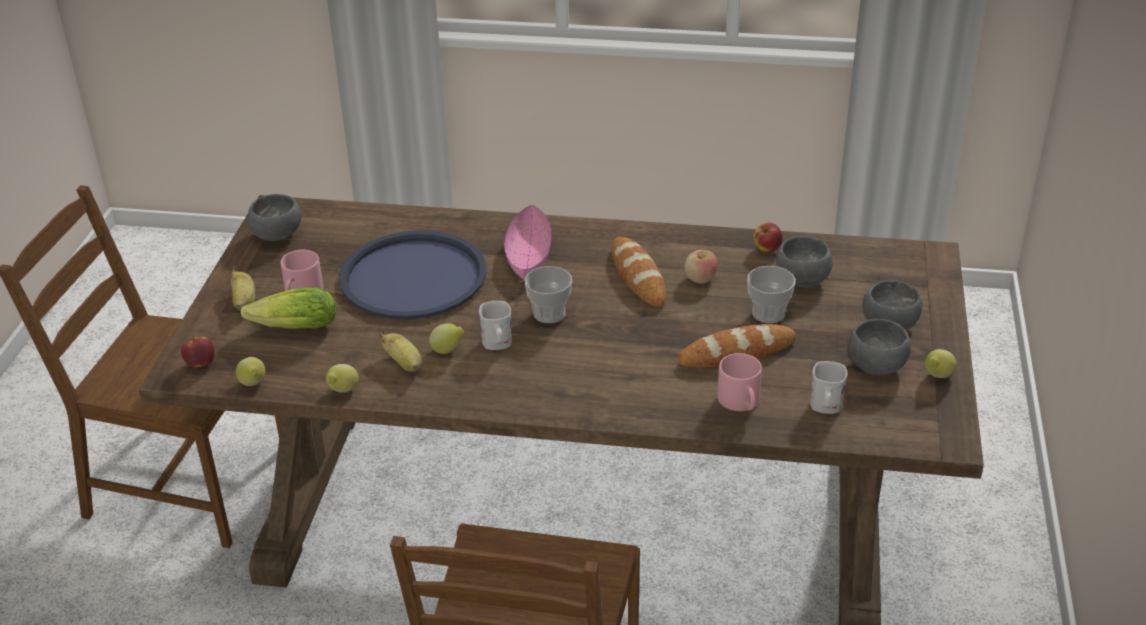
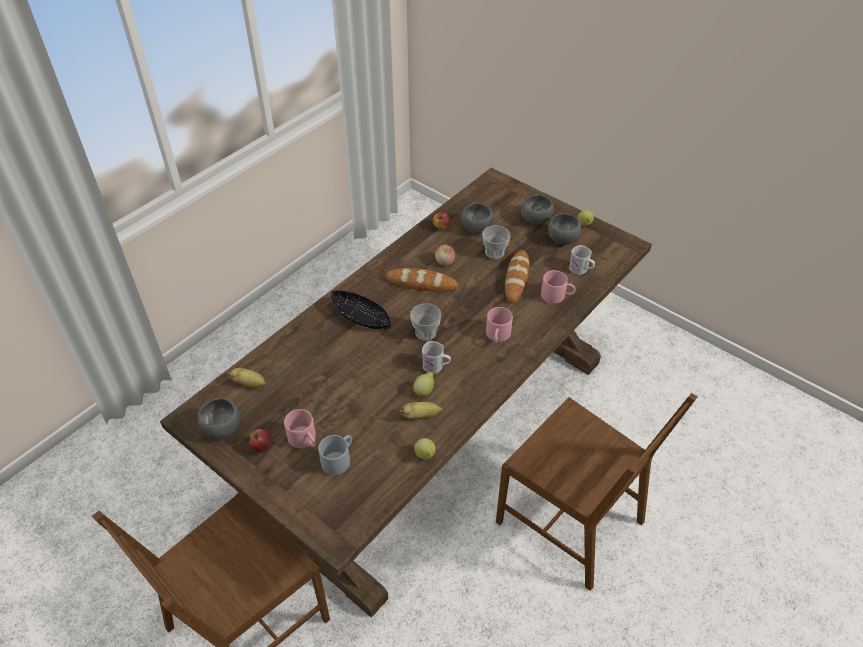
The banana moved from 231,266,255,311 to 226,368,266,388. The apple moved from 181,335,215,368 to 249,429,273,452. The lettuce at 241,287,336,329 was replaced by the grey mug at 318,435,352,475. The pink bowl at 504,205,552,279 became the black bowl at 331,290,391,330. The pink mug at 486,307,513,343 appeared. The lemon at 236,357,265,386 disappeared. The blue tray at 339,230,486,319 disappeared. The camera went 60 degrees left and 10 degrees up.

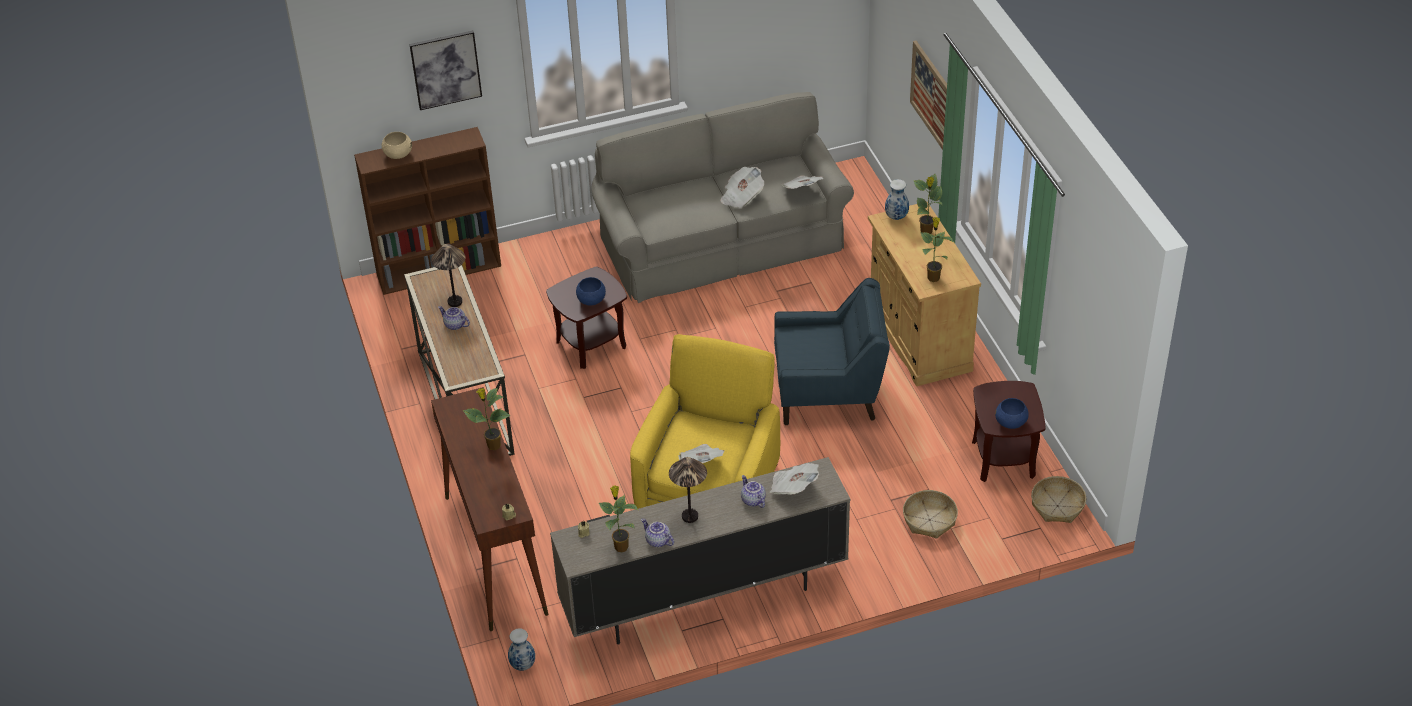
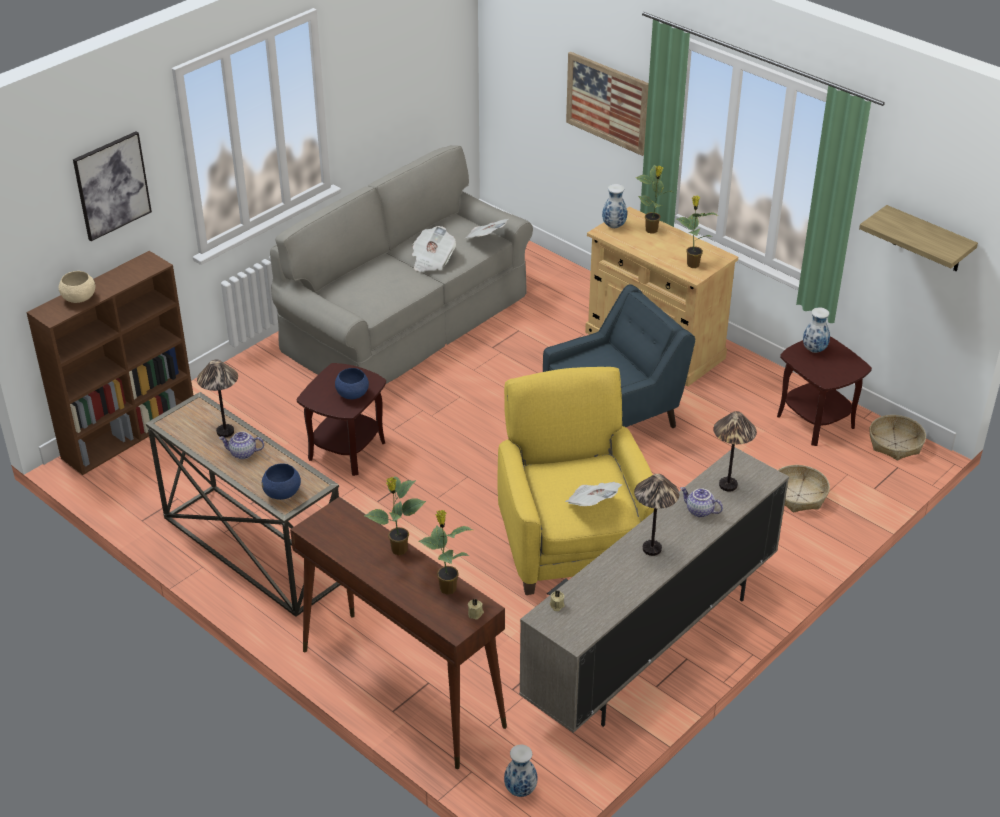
The blue bowl moved from 995,398,1029,429 to 262,464,301,500. The potted plant moved from 599,486,638,552 to 419,510,473,595. The newspaper at 770,463,819,495 was replaced by the table lamp at 713,411,757,492. The vase at 803,307,830,353 appeared. The shelf at 859,205,978,271 appeared. The teapot at 641,519,674,547 disappeared. The camera went 30 degrees left and 5 degrees down.

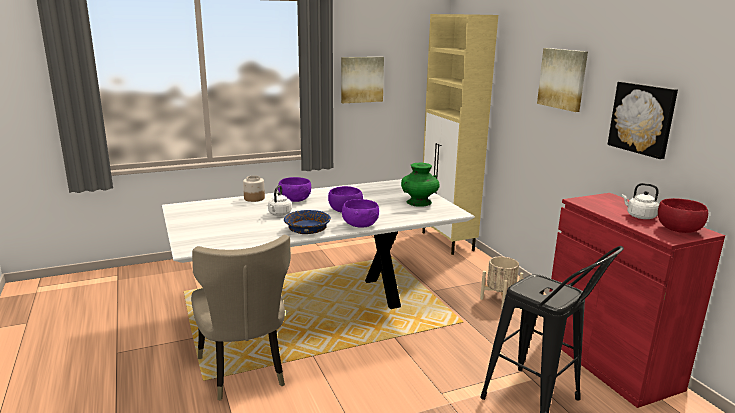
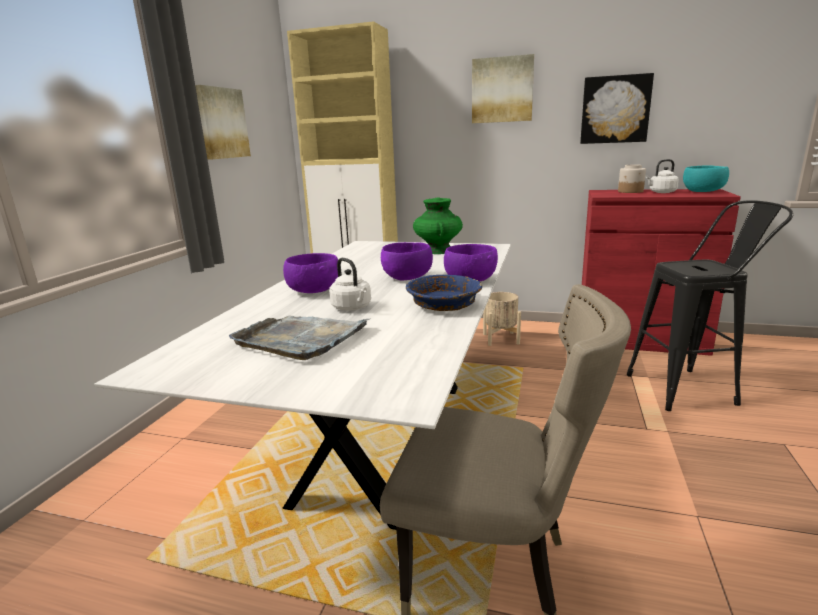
The grey tray at 229,315,372,360 appeared. The jar moved from 243,175,265,202 to 618,165,646,193. The red bowl at 658,198,708,233 became the turquoise bowl at 683,165,729,192. The camera went 50 degrees left and 0 degrees up.

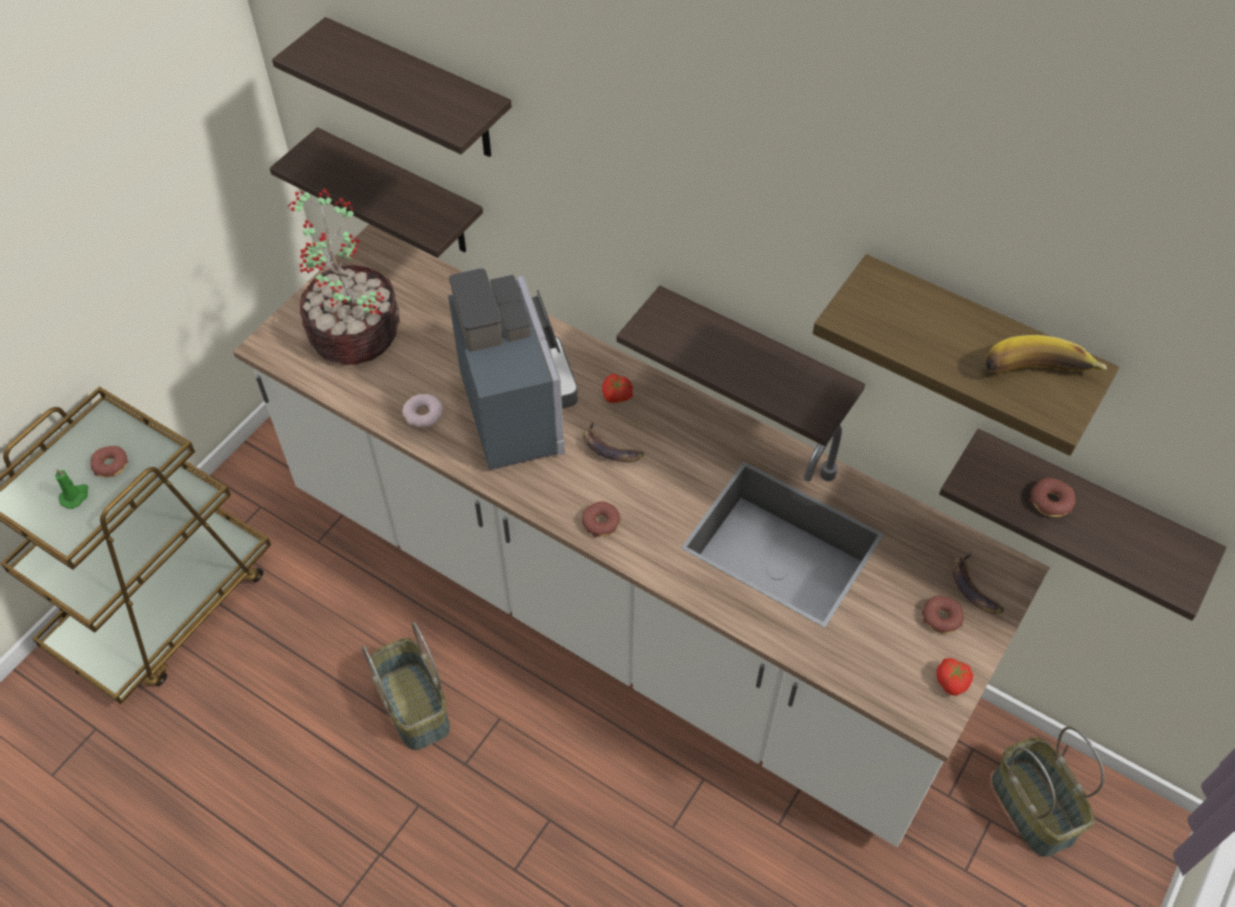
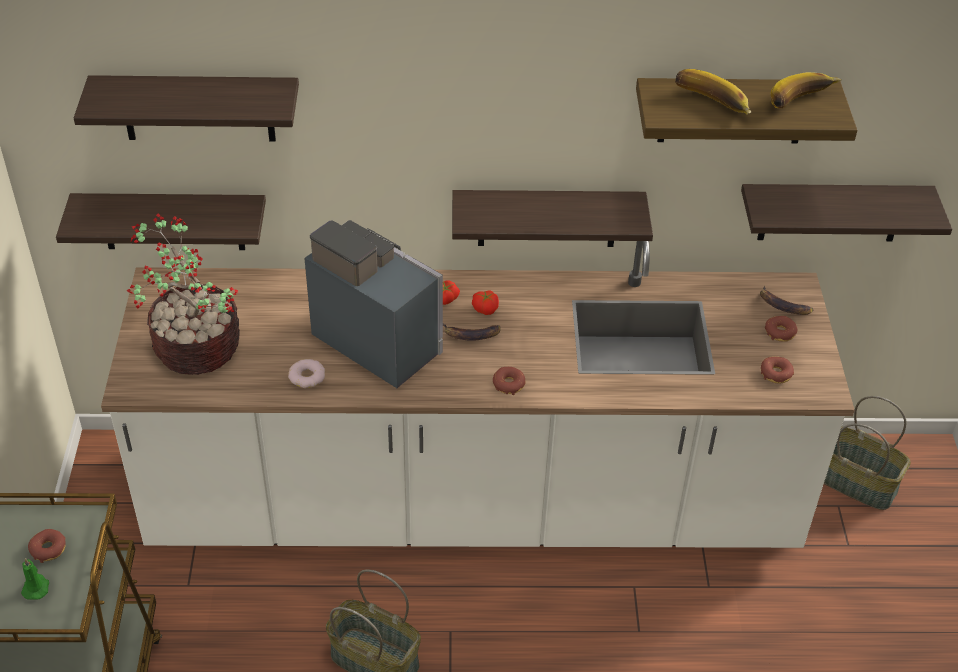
The tomato moved from 936,658,973,696 to 472,290,499,315. The banana at 675,69,751,114 appeared. The donut moved from 1030,478,1076,517 to 761,357,794,384. The camera went 35 degrees left and 10 degrees down.

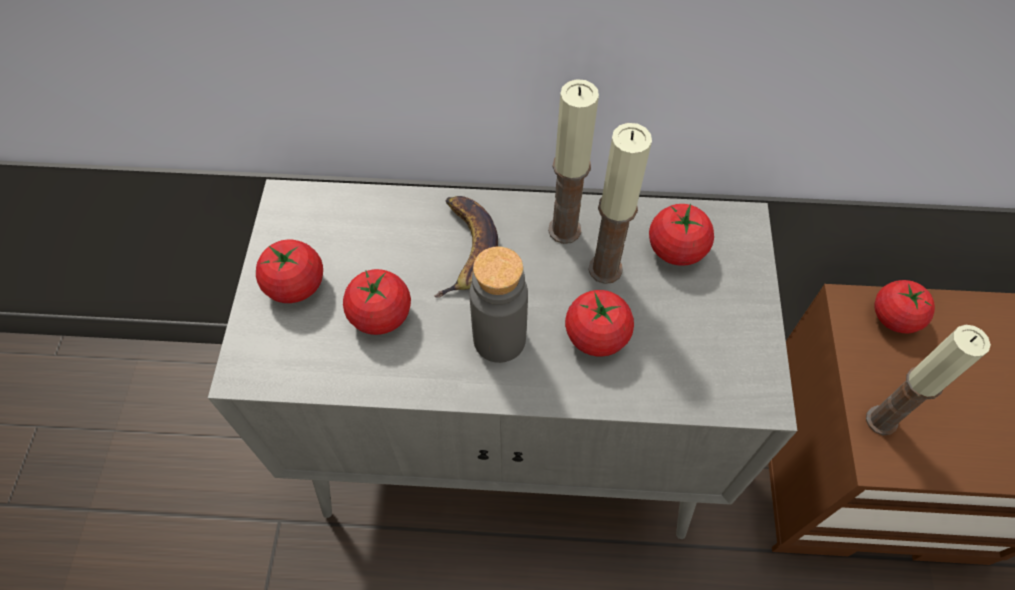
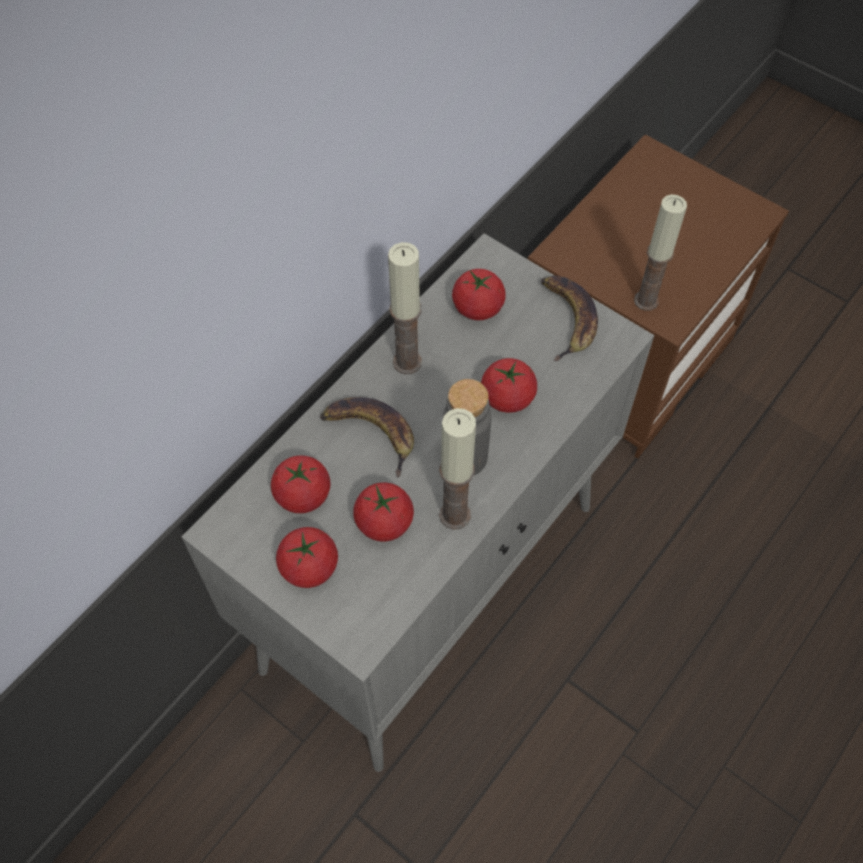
The tomato moved from 874,280,935,333 to 271,455,331,513. The candle moved from 588,123,652,284 to 439,408,476,530. The banana at 541,276,598,361 appeared. The camera went 55 degrees left and 0 degrees up.

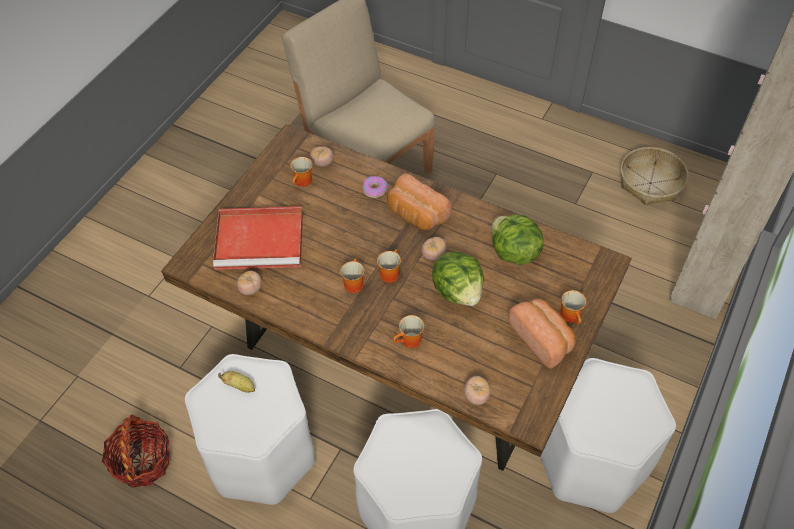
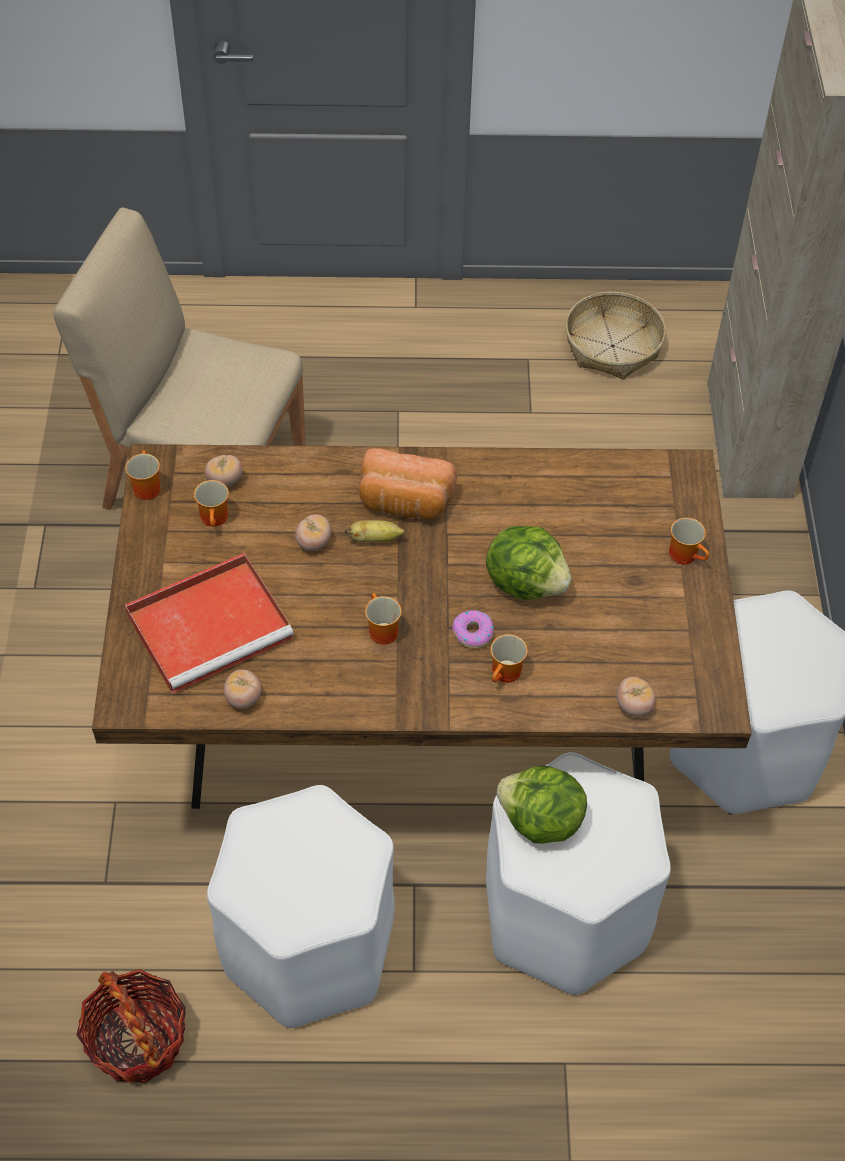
The mug moved from 377,249,401,283 to 125,450,161,500. The tomato moved from 421,237,446,260 to 295,514,331,551. The banana moved from 218,371,255,393 to 345,520,405,542. The donut moved from 363,176,387,198 to 452,610,494,648. The lettuce moved from 492,215,544,265 to 497,766,587,844. The bread at 508,299,576,368 disappeared. The camera went 30 degrees left and 0 degrees up.

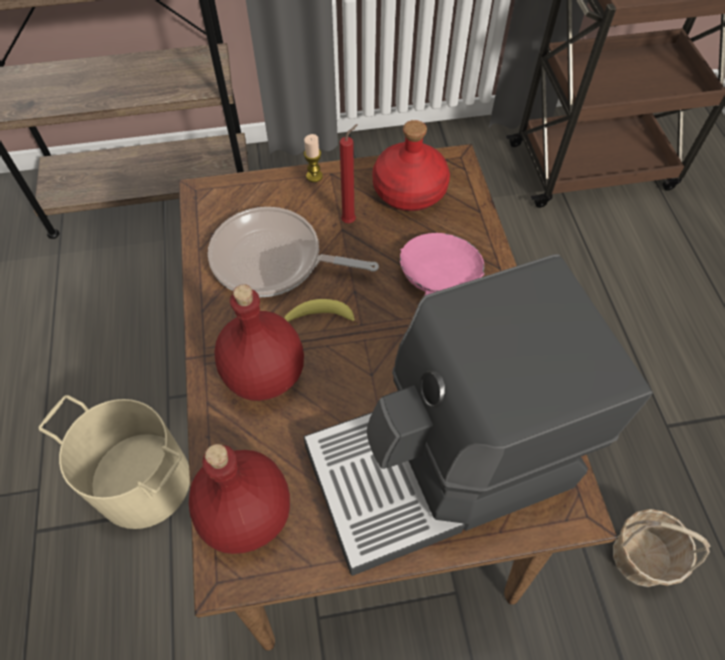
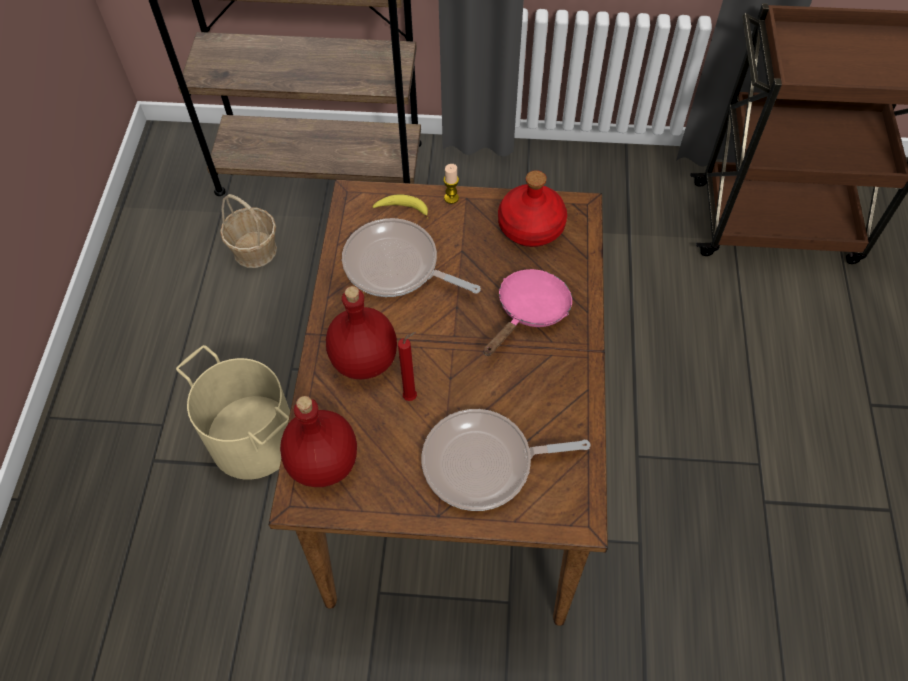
The basket moved from 613,509,710,587 to 220,194,277,268. The banana moved from 284,299,357,325 to 373,194,428,219. The red candle moved from 340,124,358,223 to 398,332,417,401. The coffee machine at 303,254,653,576 was replaced by the frying pan at 422,409,590,511. The camera went 15 degrees right and 0 degrees up.

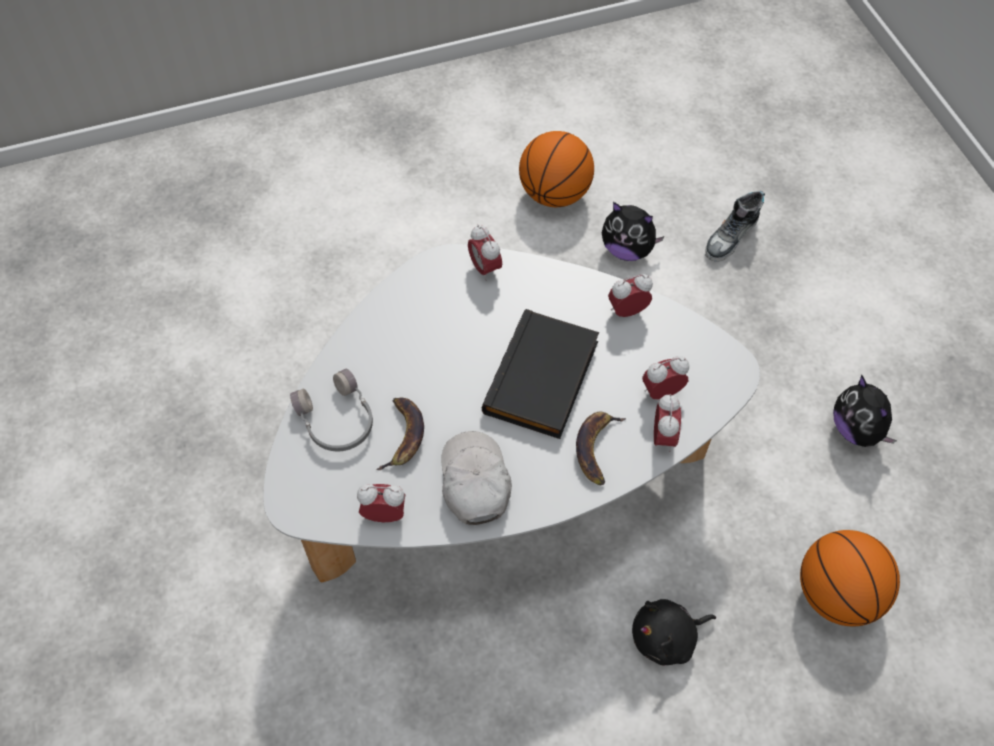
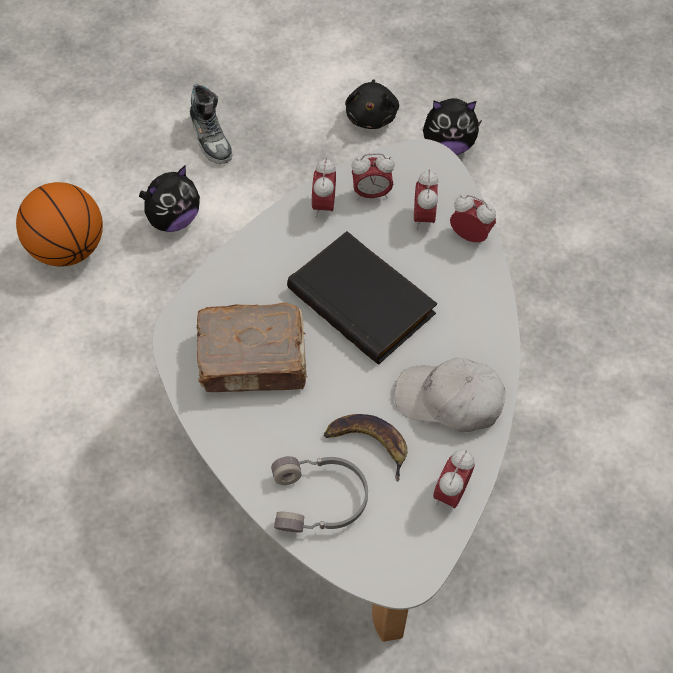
The brown book at 197,303,308,392 appeared. The black plush toy moved from 632,599,716,665 to 345,80,399,129. The alarm clock moved from 468,225,502,281 to 352,153,394,200. The banana at 576,412,626,485 disappeared. The basketball at 800,530,900,626 disappeared. The camera went 65 degrees left and 0 degrees up.

